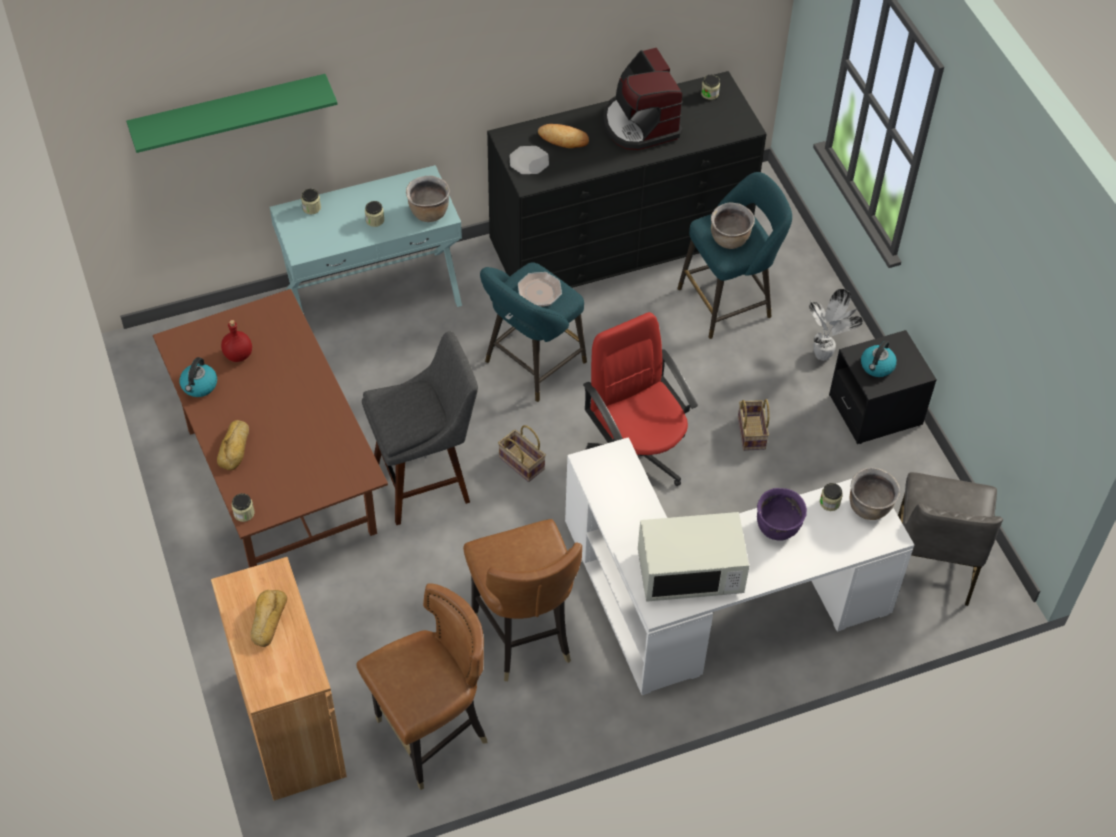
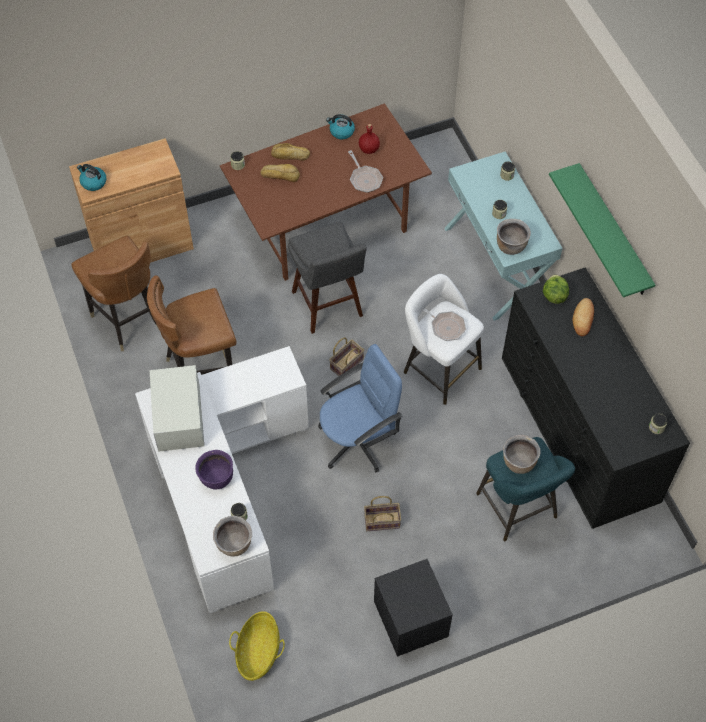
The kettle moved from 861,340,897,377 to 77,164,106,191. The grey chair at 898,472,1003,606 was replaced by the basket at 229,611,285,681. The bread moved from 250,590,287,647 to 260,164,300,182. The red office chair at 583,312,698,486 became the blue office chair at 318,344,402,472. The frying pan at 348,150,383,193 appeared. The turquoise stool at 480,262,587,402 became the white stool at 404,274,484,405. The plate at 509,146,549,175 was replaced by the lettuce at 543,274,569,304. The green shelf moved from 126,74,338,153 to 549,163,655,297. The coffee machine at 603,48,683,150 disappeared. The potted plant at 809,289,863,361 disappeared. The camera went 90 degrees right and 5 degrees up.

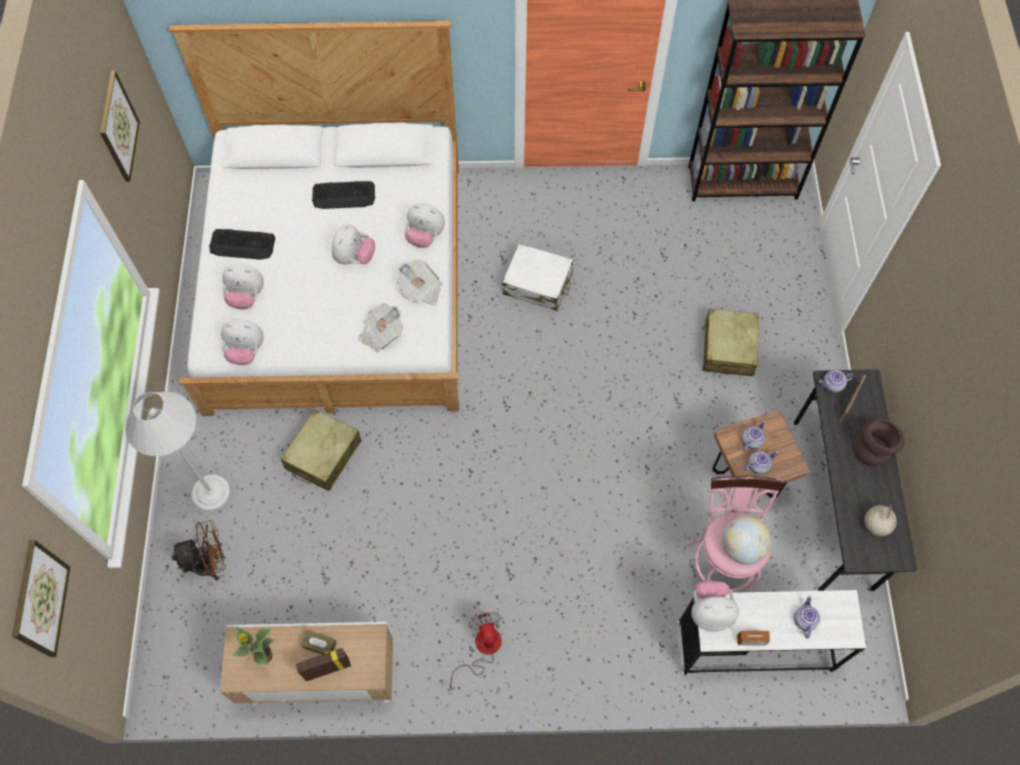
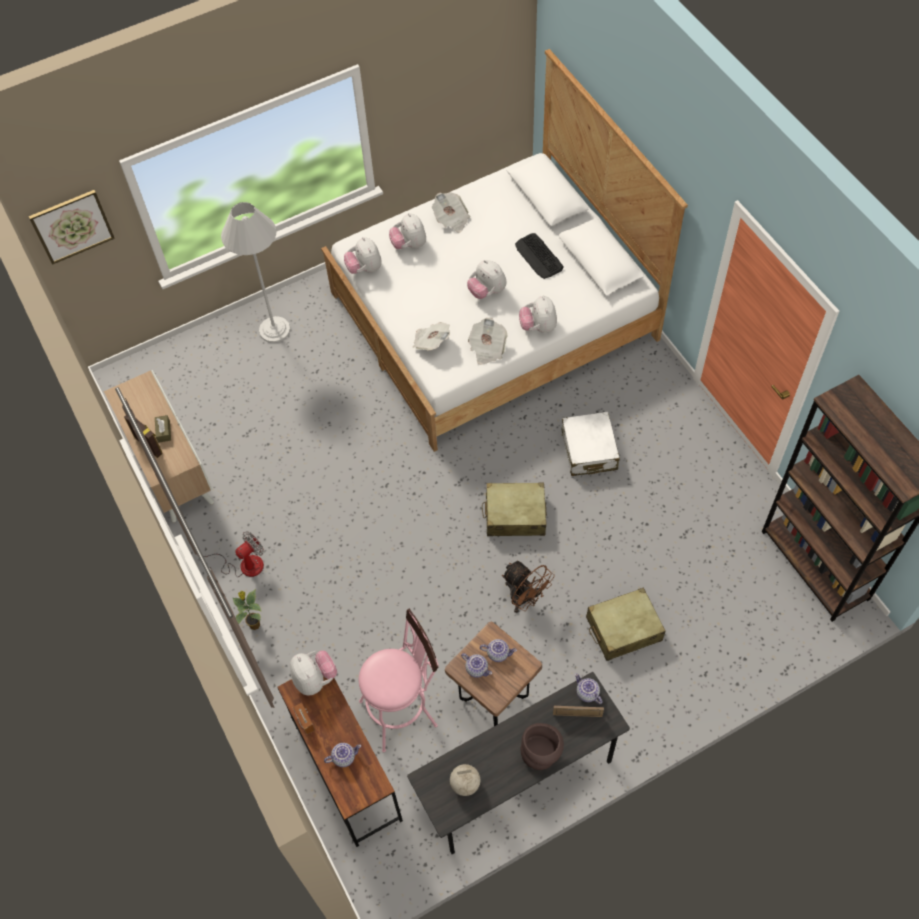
The potted plant moved from 233,627,275,665 to 233,589,261,630. The white desk at 677,590,866,675 became the brown desk at 278,676,403,847. The keyboard at 209,229,275,260 was replaced by the newspaper at 432,192,471,233. The plush toy at 332,224,375,265 turned 60 degrees clockwise. The beige suitcase moved from 281,409,361,491 to 482,483,547,536. The brown fan moved from 172,520,226,580 to 502,561,555,613. The picture at 100,71,140,182 disappeared. The globe at 722,516,772,565 disappeared. The camera went 65 degrees right and 5 degrees down.

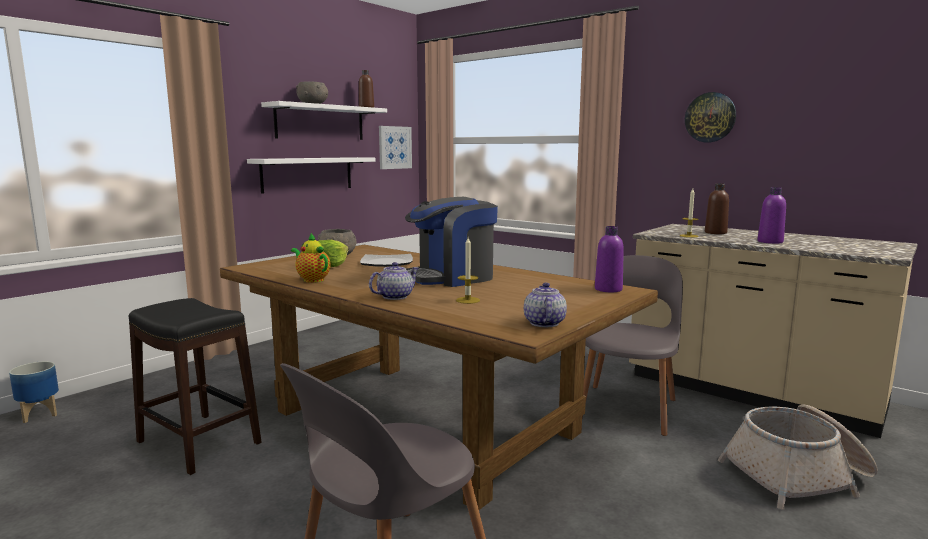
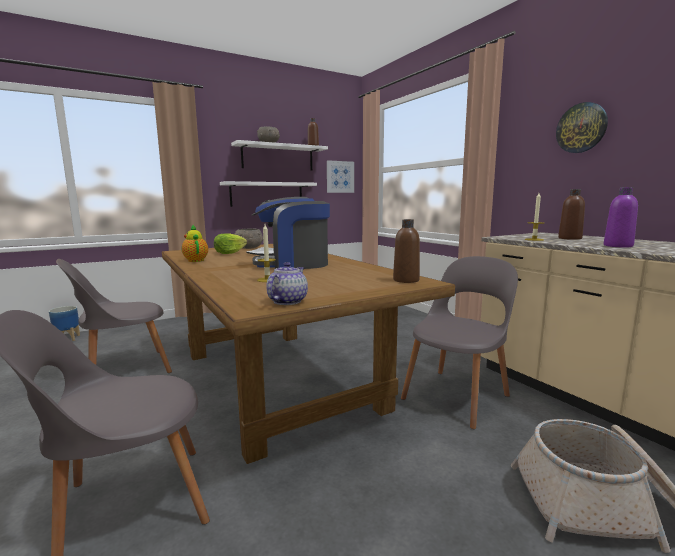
The black stool at 129,298,262,475 was replaced by the grey chair at 56,259,172,373. The purple bottle at 595,226,624,292 became the brown bottle at 393,219,420,283. The teapot at 369,262,419,300 disappeared. The camera went 20 degrees right and 0 degrees up.

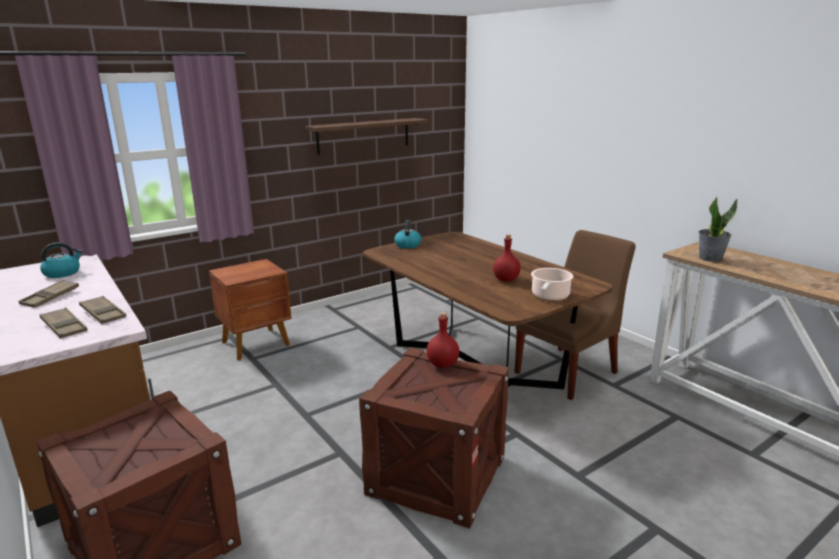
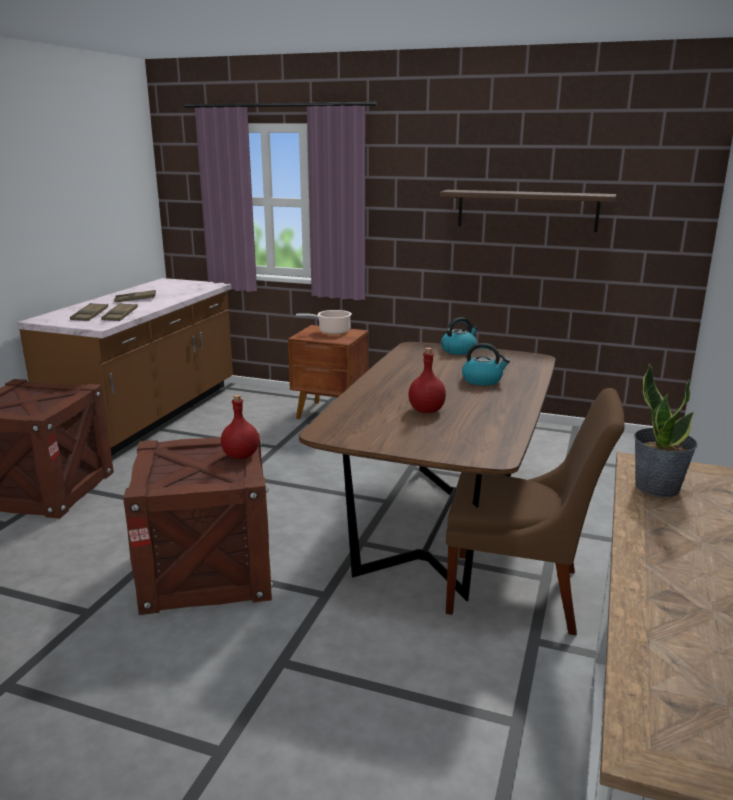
The cooking pot moved from 531,268,573,301 to 296,310,352,335. The kettle moved from 40,242,83,278 to 462,343,510,386. The camera went 55 degrees right and 0 degrees up.

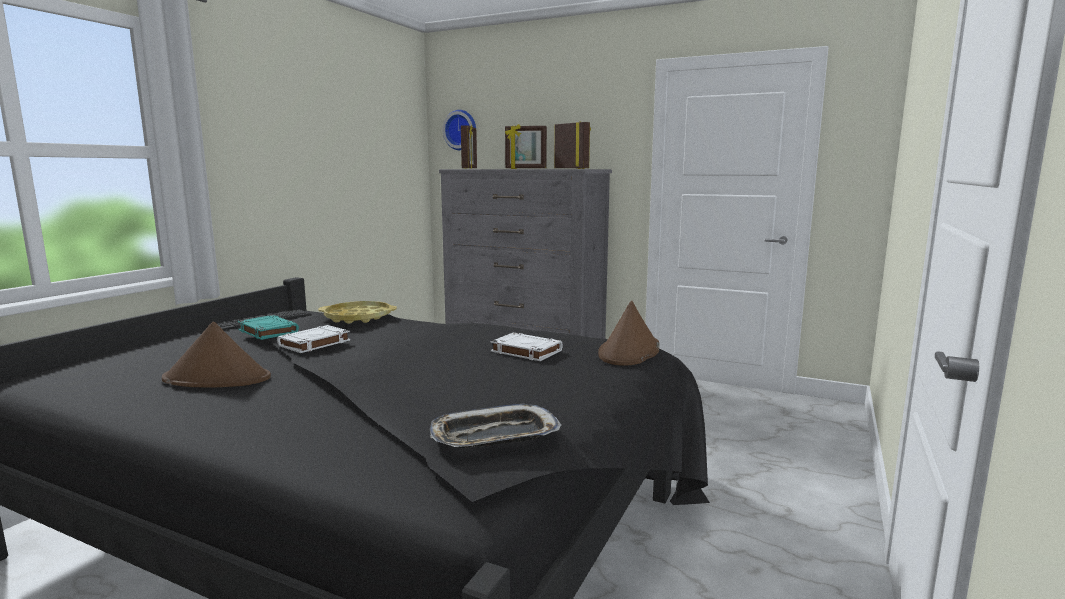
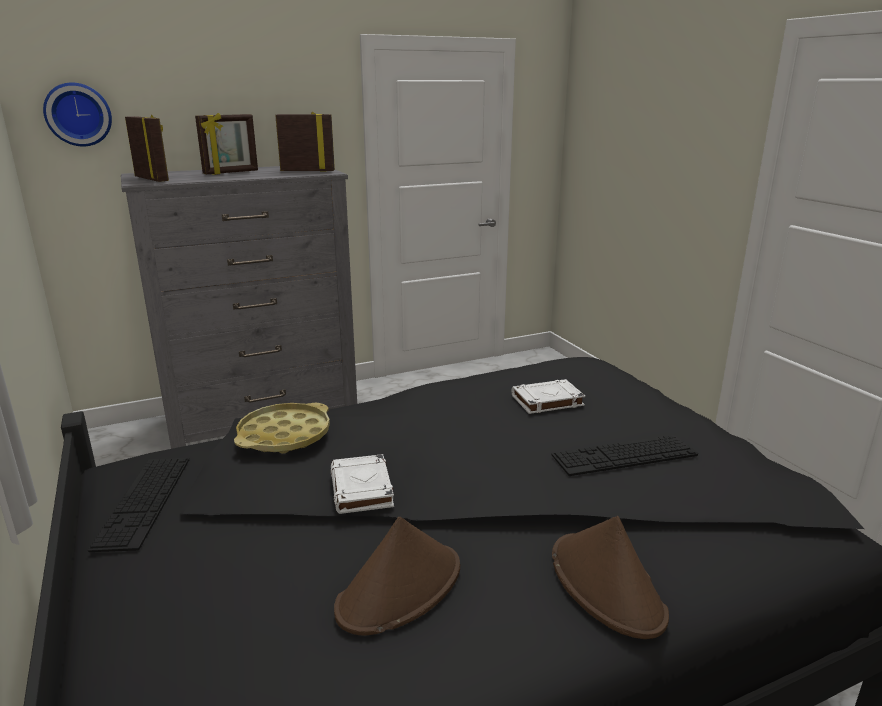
The keyboard at 551,435,698,476 appeared. The brown hat moved from 598,301,660,366 to 552,516,669,639. The turquoise book at 238,315,299,340 disappeared. The tray at 430,404,561,448 disappeared. The camera went 50 degrees left and 10 degrees up.

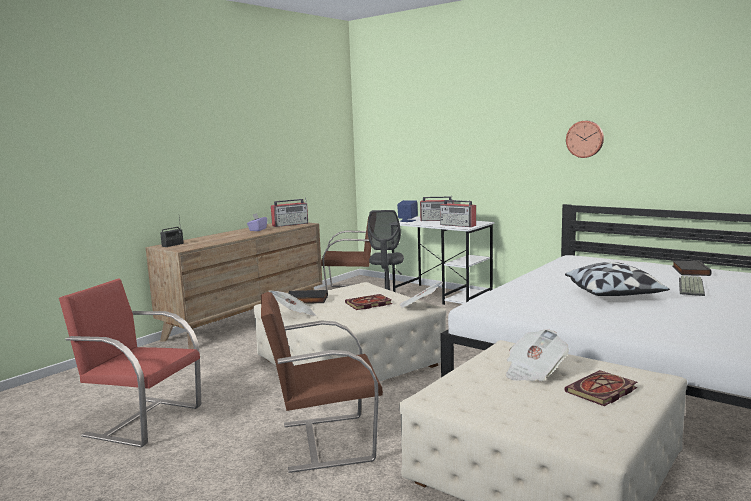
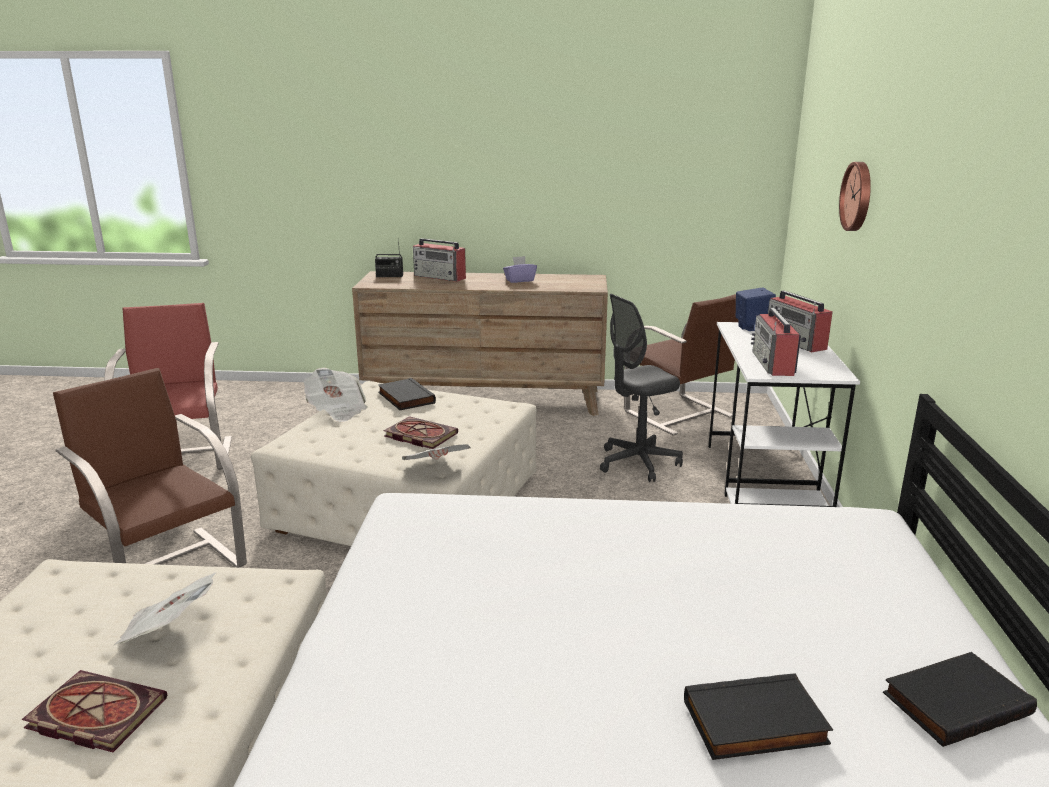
The radio moved from 271,198,308,227 to 413,238,466,282. The keyboard at 679,276,705,296 was replaced by the black book at 684,673,833,760. The wall clock moved from 566,121,604,158 to 839,162,871,231. The pillow at 565,262,670,296 disappeared. The camera went 55 degrees right and 10 degrees up.

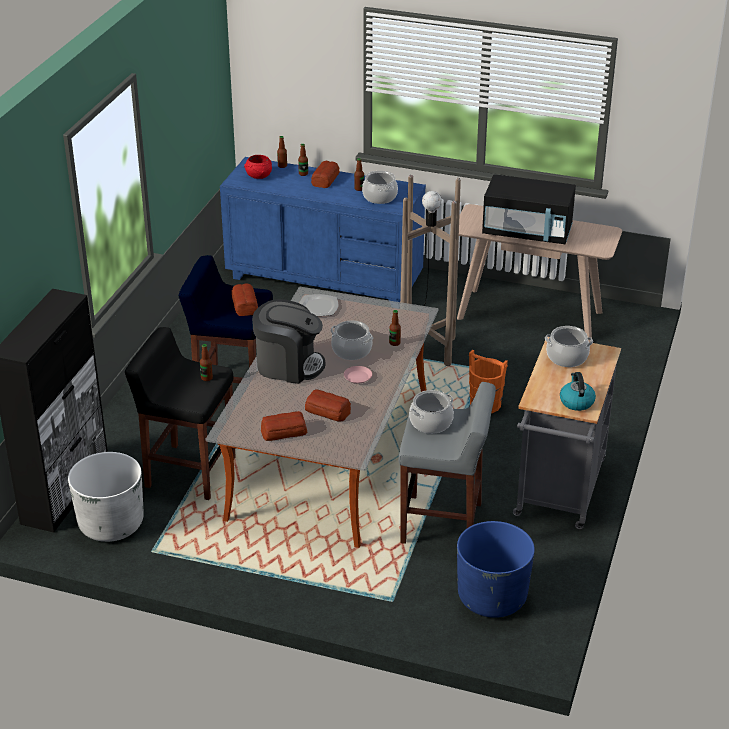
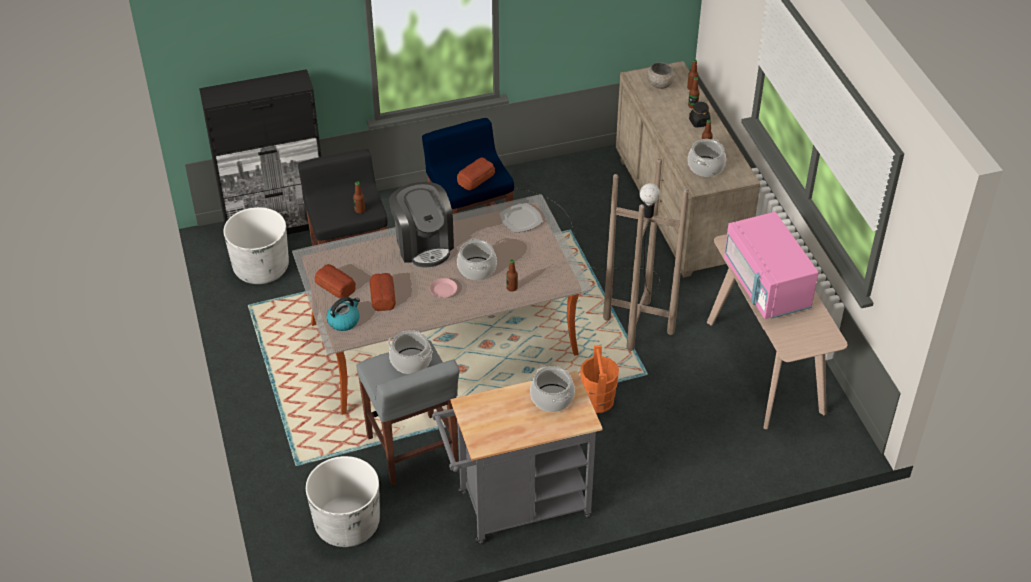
The blue planter at 457,521,535,618 became the white planter at 306,456,380,547. The kettle moved from 560,372,596,411 to 327,297,360,331. The blue dresser at 220,157,426,302 became the beige dresser at 616,61,761,278. The red bowl at 244,155,272,179 became the grey bowl at 647,62,676,89. The bread at 311,161,340,188 was replaced by the black jar at 689,101,711,128. The black microwave at 482,174,576,244 became the pink microwave at 724,212,818,319. The camera went 55 degrees right and 10 degrees up.

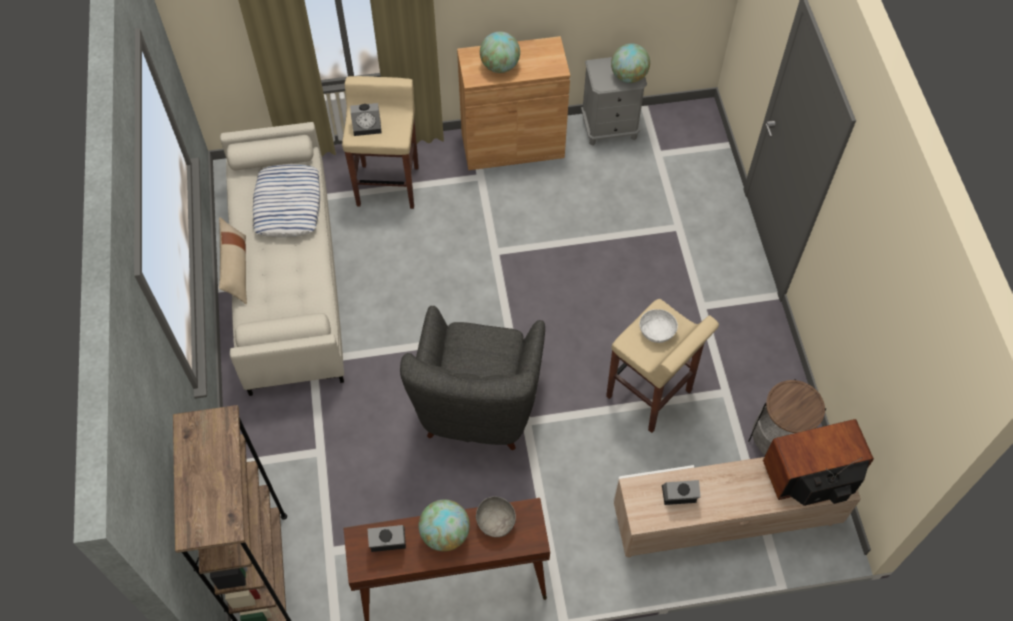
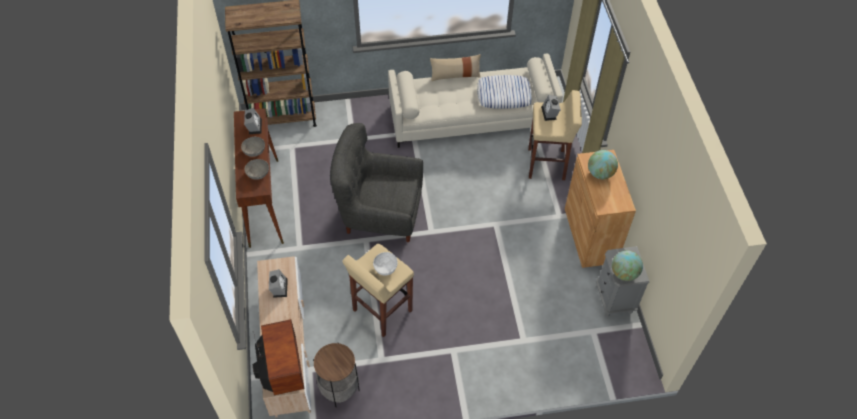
The globe at 419,499,470,552 was replaced by the grey bowl at 241,137,265,157. The camera went 90 degrees right and 5 degrees down.

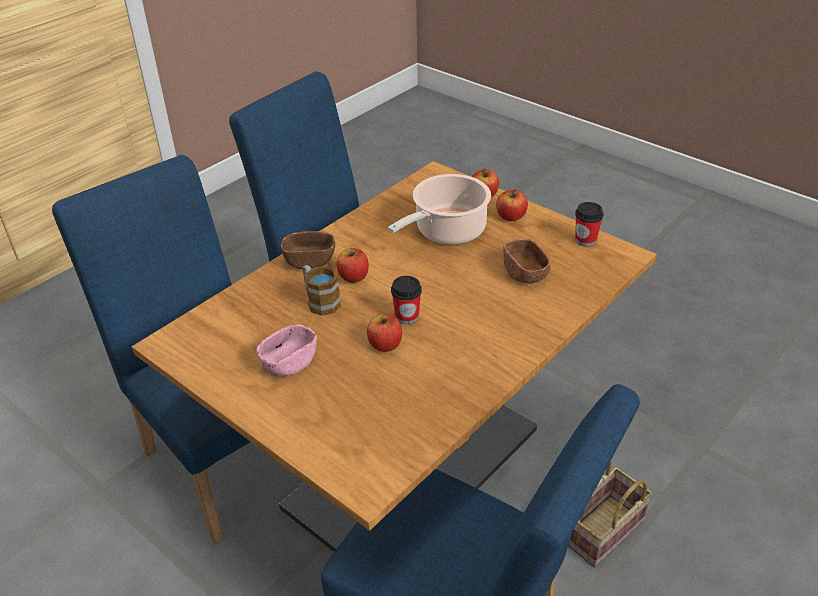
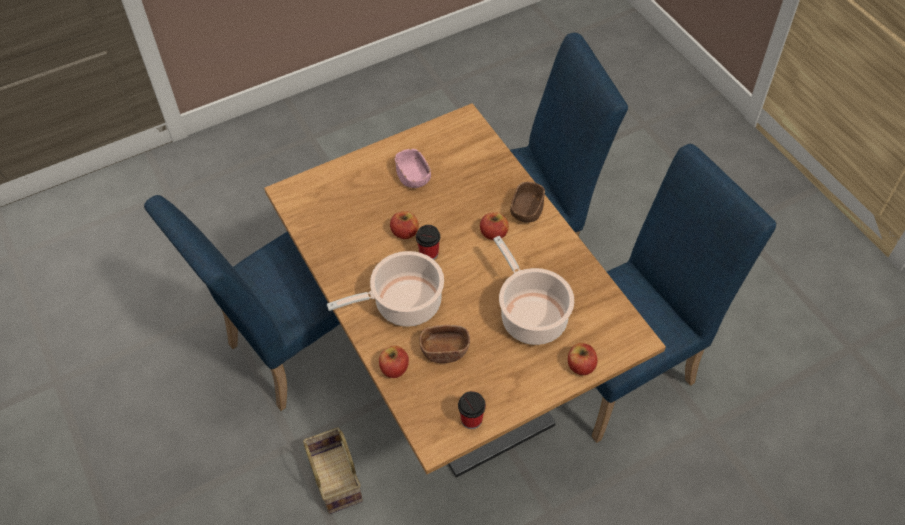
The cooking pot at 327,251,444,327 appeared. The apple moved from 496,189,528,221 to 379,346,409,378. The mug at 303,265,341,316 disappeared. The camera went 110 degrees right and 15 degrees up.

